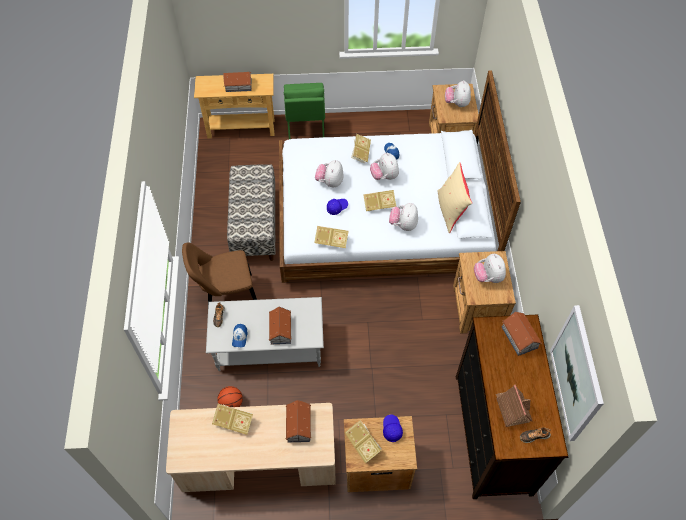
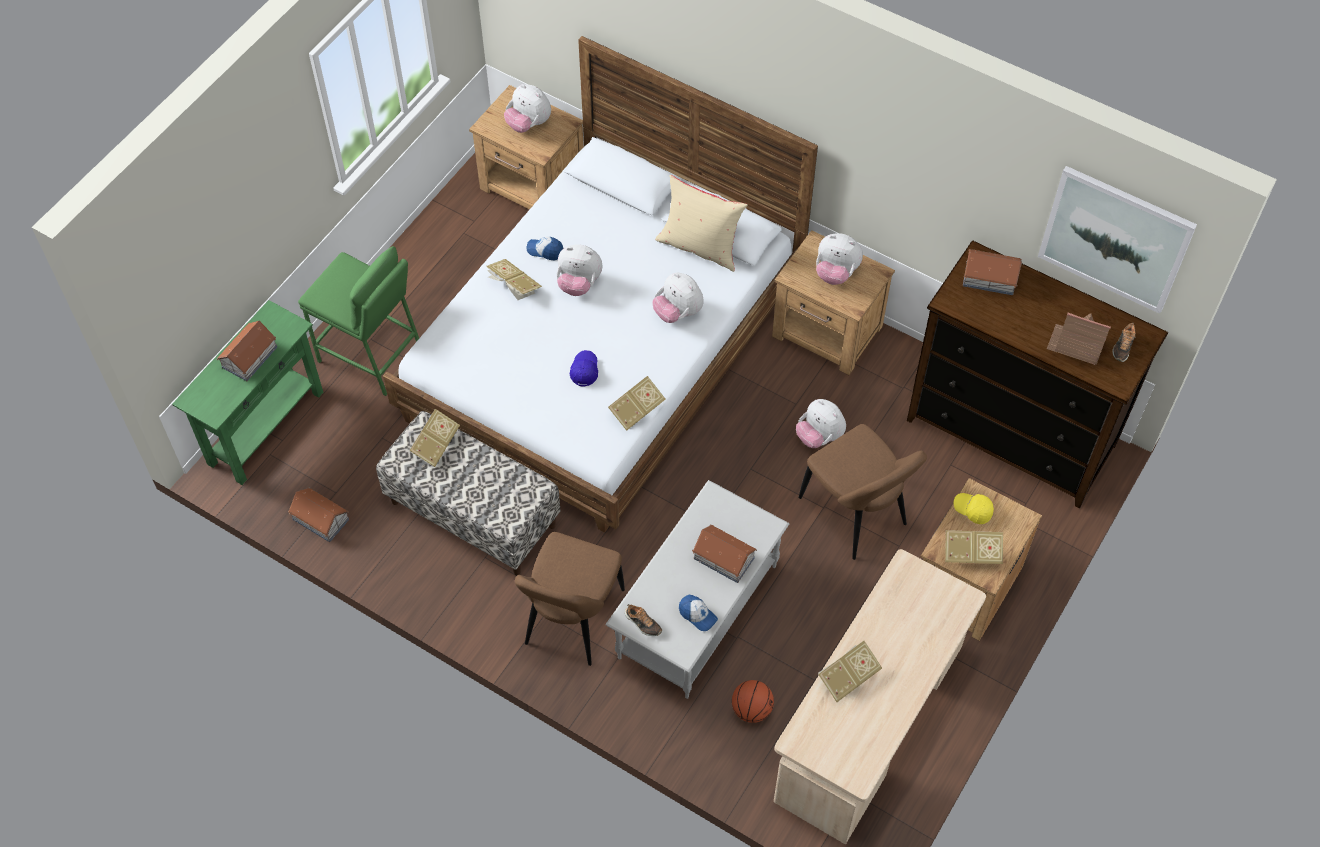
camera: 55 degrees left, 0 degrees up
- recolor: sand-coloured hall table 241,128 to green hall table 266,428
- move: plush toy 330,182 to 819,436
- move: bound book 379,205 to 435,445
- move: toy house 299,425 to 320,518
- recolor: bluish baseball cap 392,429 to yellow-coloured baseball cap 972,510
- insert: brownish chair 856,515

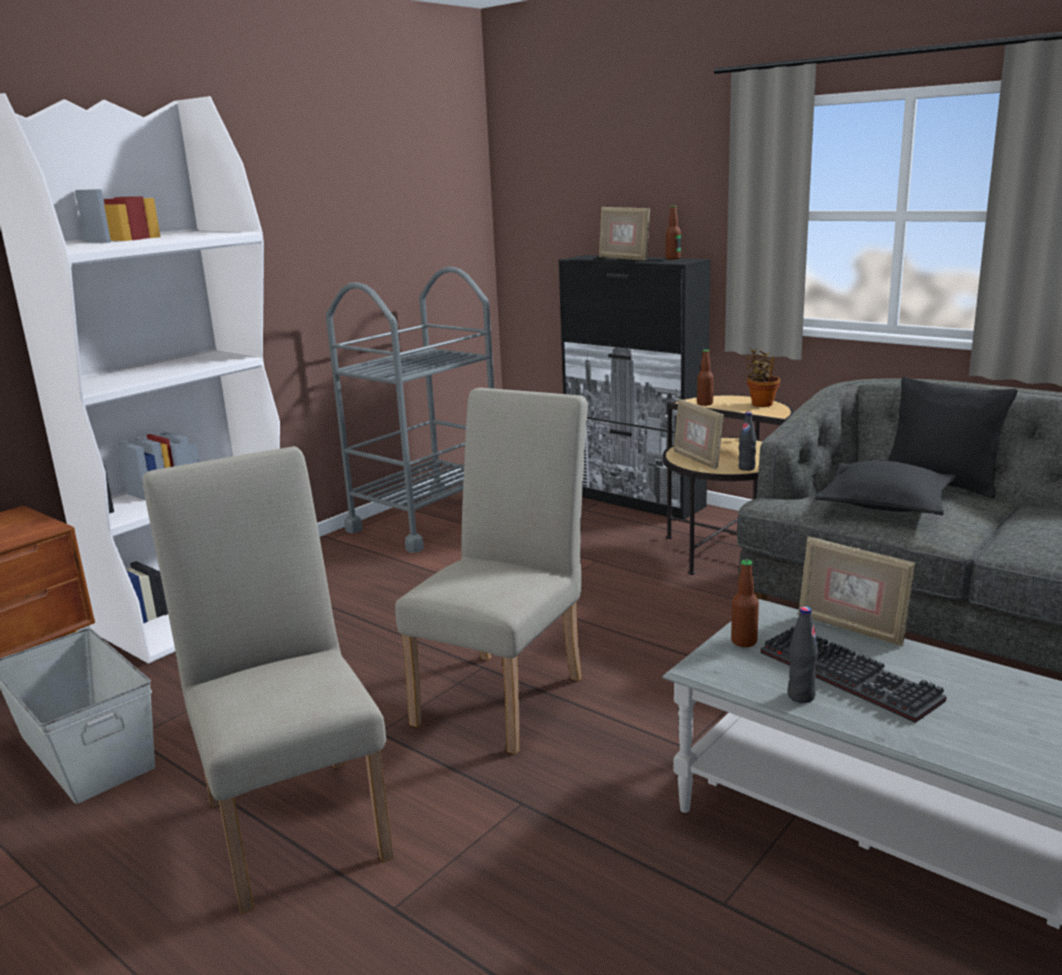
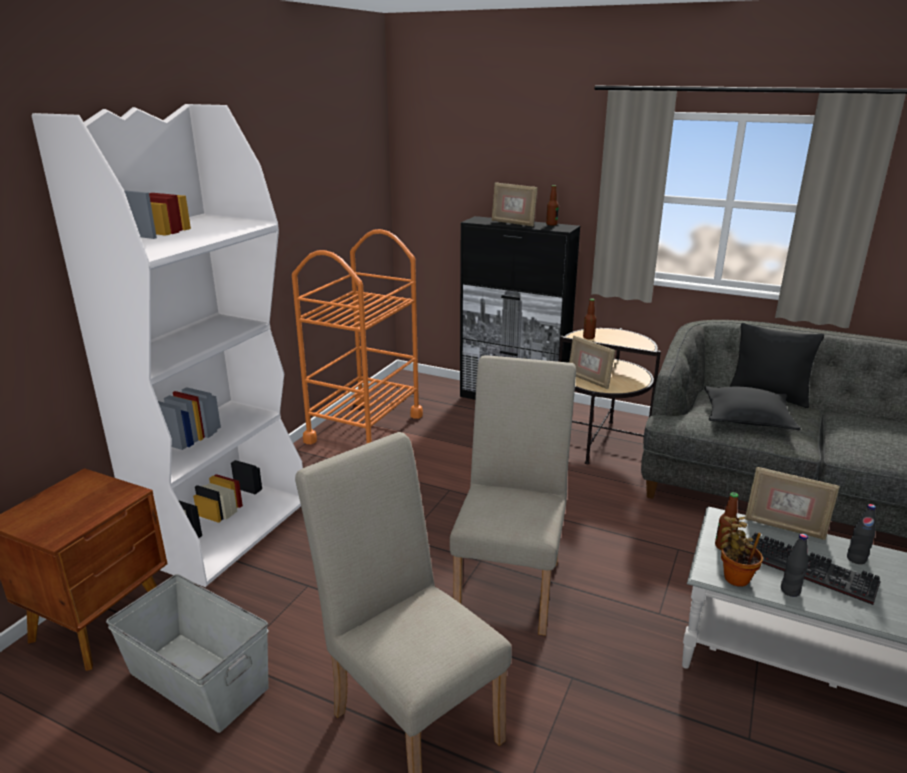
camera: 15 degrees left, 5 degrees up
- recolor: grey cart 427,521 to orangey cart 365,428
- move: houseplant 761,403 to 734,576
- move: blackish bottle 746,468 to 856,559

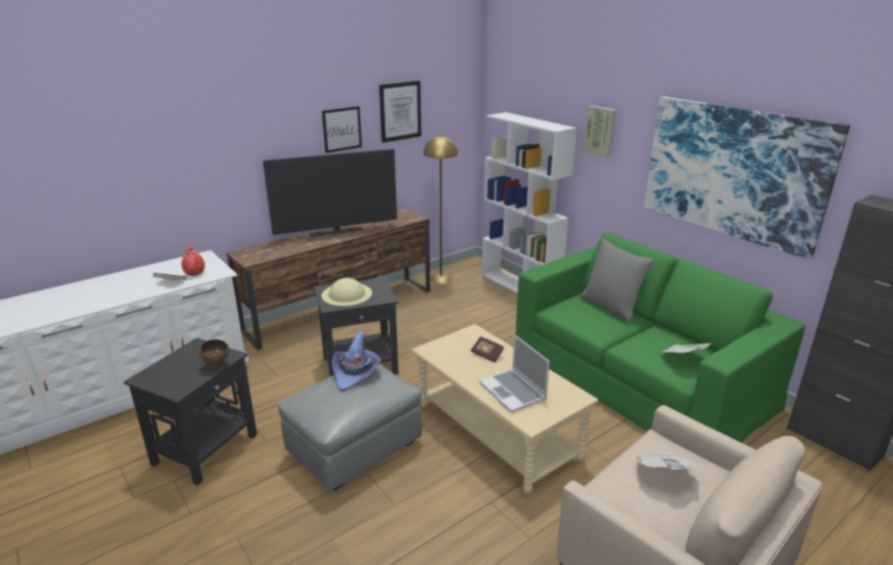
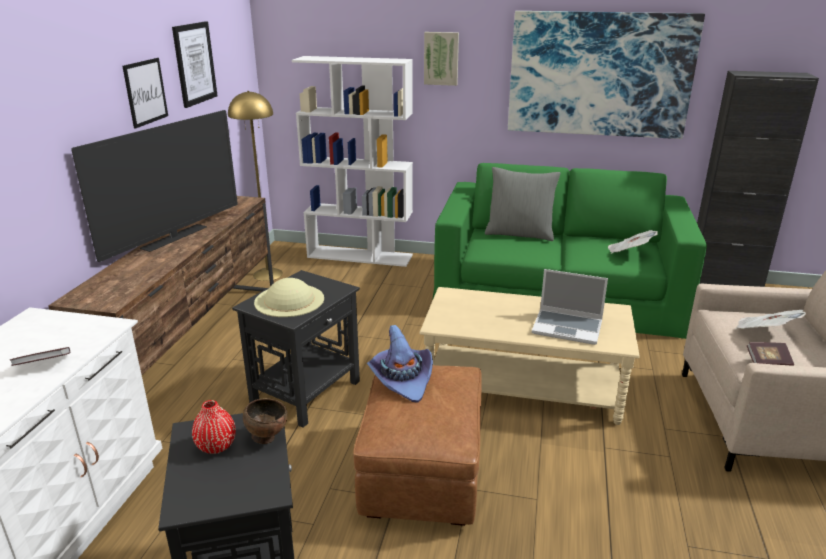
camera: 40 degrees left, 0 degrees up
- move: red-coloured flower vase 195,273 to 216,446
- move: bound book 487,354 to 768,362
- recolor: grey footrest 354,447 to brownish footrest 421,473

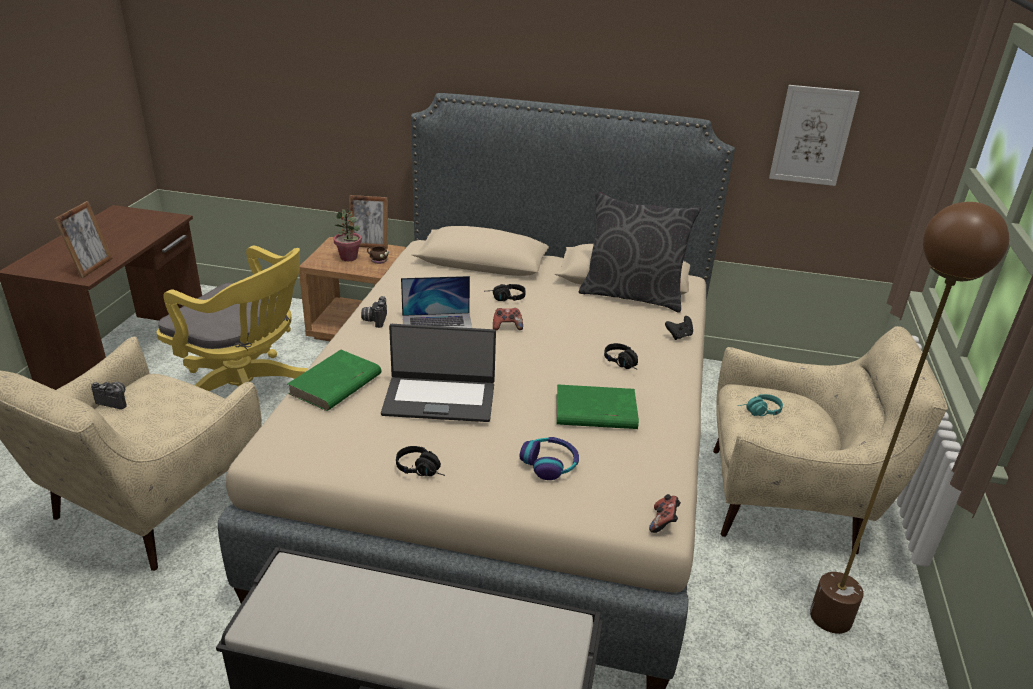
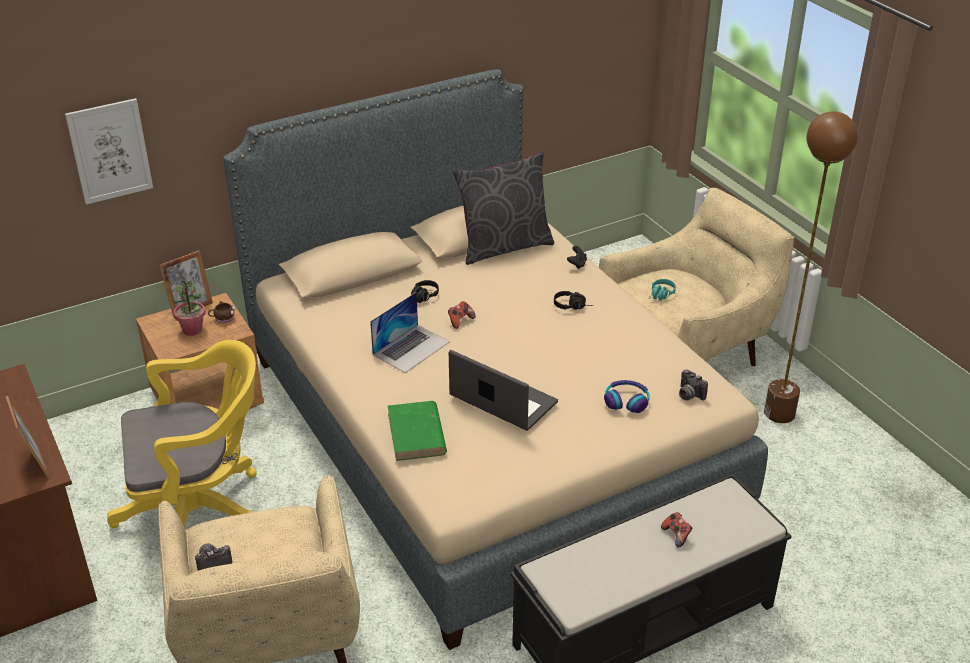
camera: 40 degrees left, 5 degrees up
- move: wall picture 812,136 to 110,151
- move: still camera 374,320 to 689,395
- rotate: notebook computer 439,398 = 502,400 105 degrees counterclockwise
- delete: green bound book 594,412
- delete: blackish headset 423,470
- move: gamepad 663,522 to 676,535

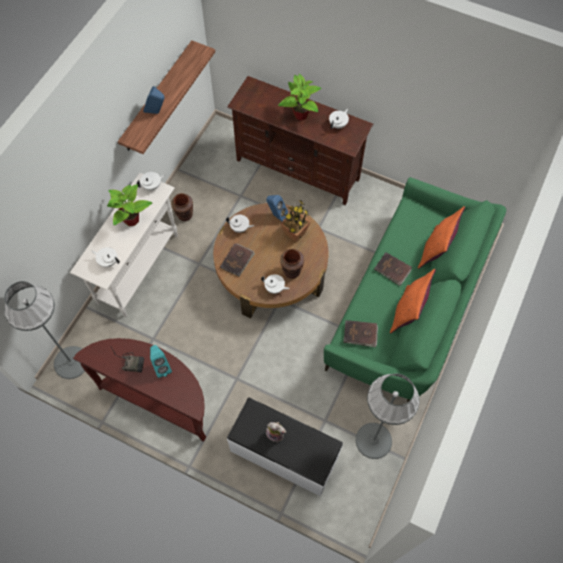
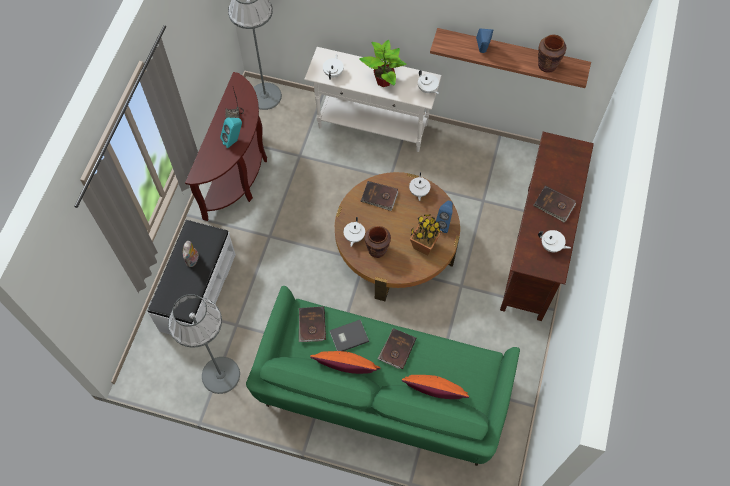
camera: 80 degrees right, 0 degrees up
- replace: houseplant 300,114 to brownish bound book 554,205
- move: brownish flower vase 184,215 to 547,65
- insert: grey bound book 348,336

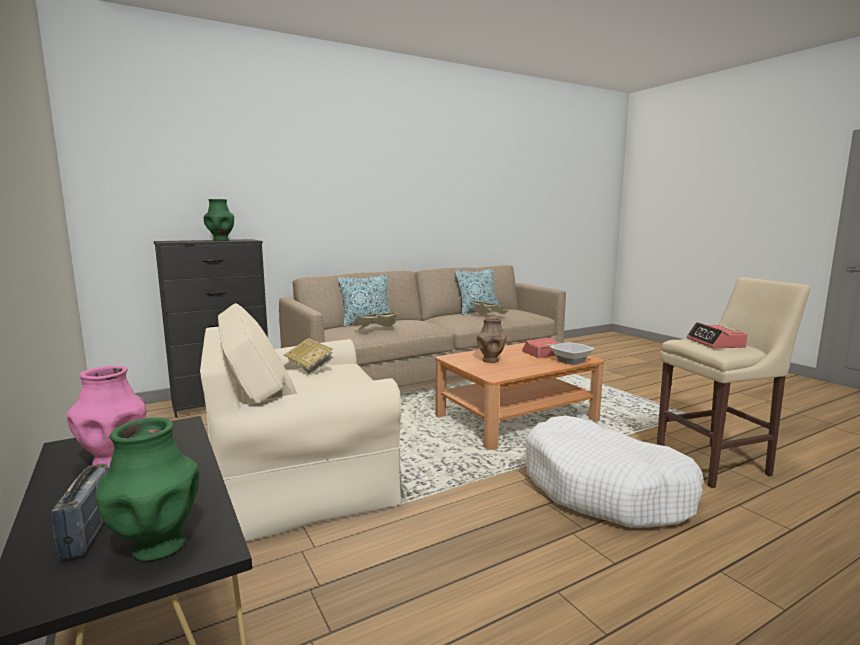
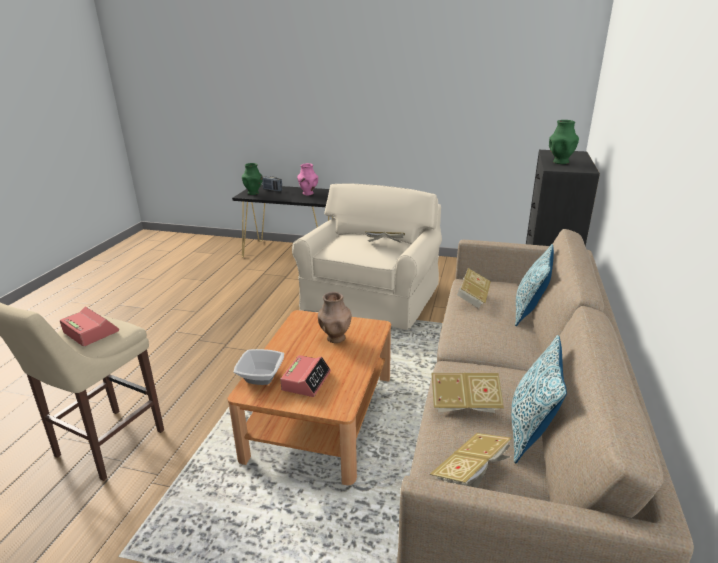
camera: 135 degrees right, 15 degrees up
- delete: white-coloured dog bed 606,489
- insert: bound book 471,475

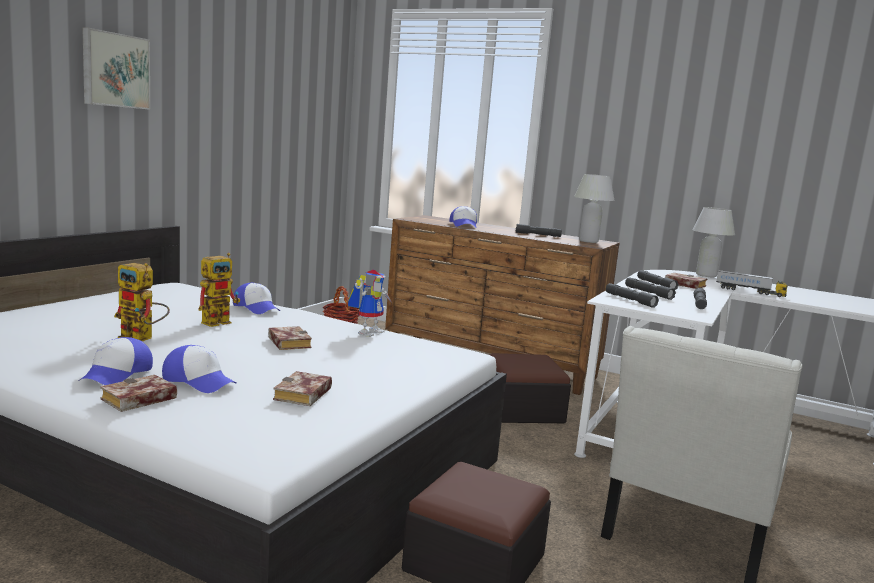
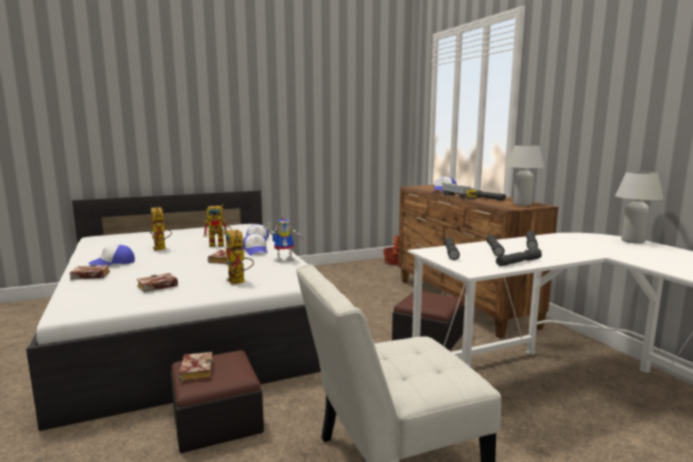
camera: 40 degrees right, 0 degrees up
- delete: wall picture 115,70
- move: toy truck 749,291 to 458,197
- move: bound book 683,285 to 195,370
- move: baseball cap 199,381 to 255,251
- insert: toy robot 239,282

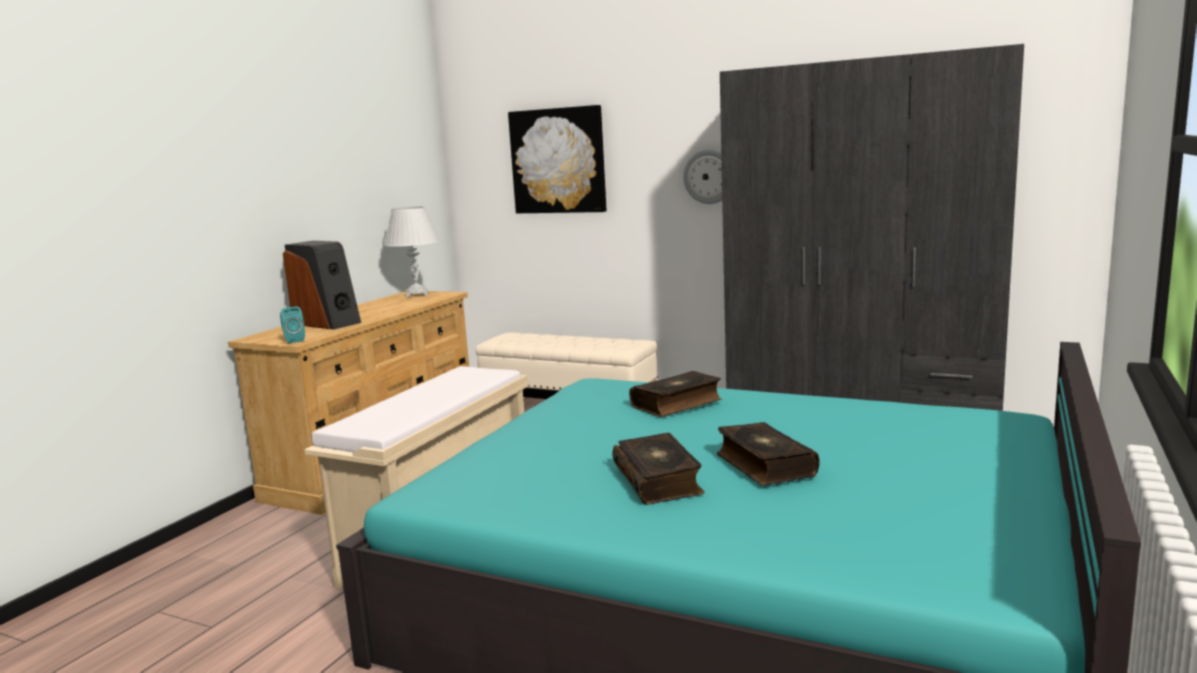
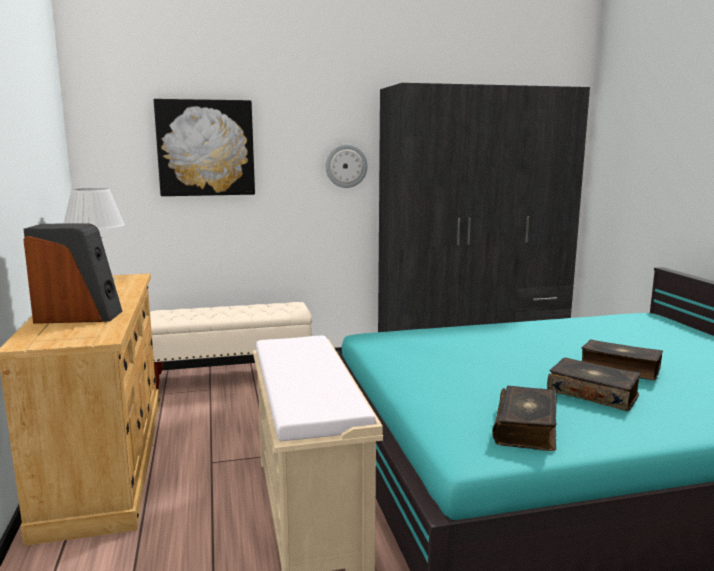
camera: 40 degrees left, 0 degrees up
- delete: turquoise loudspeaker 293,340
- move: bound book 677,404 to 527,428

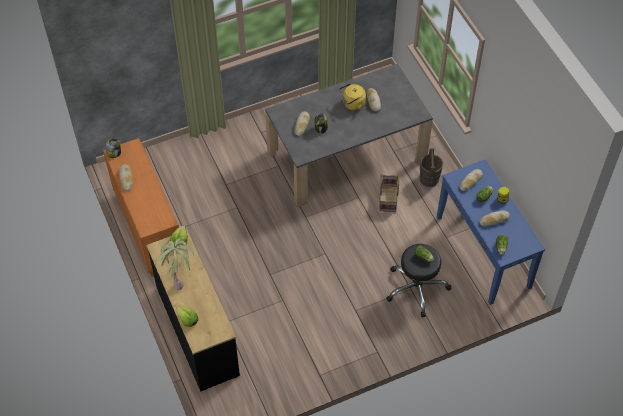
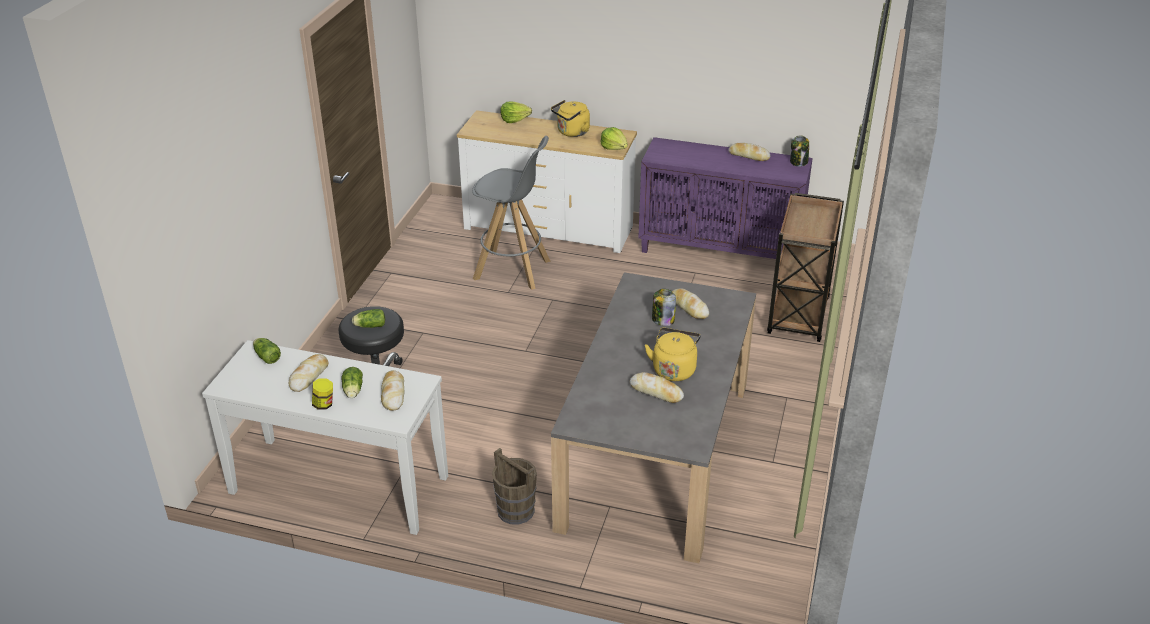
camera: 130 degrees right, 20 degrees down
- recolor: orangey storage cabinet 148,229 to purplish storage cabinet 720,251
- recolor: bluish hall table 483,251 to white-coloured hall table 338,485
- delete: household basket 388,199
- recolor: blackish drawer chest 196,331 to white-coloured drawer chest 548,228
- replace: houseplant 178,276 to yellow-coloured tea kettle 571,132
- insert: grey stool 513,270
- insert: brownish cart 798,317

